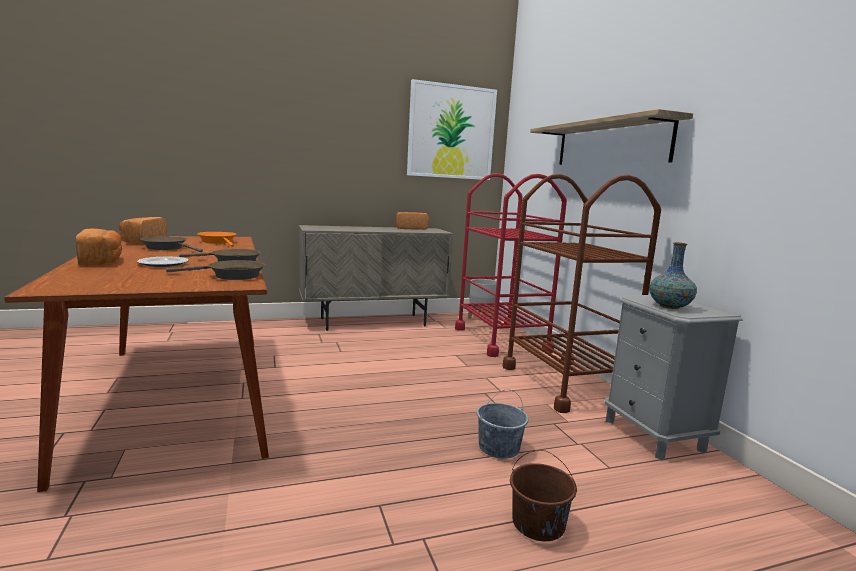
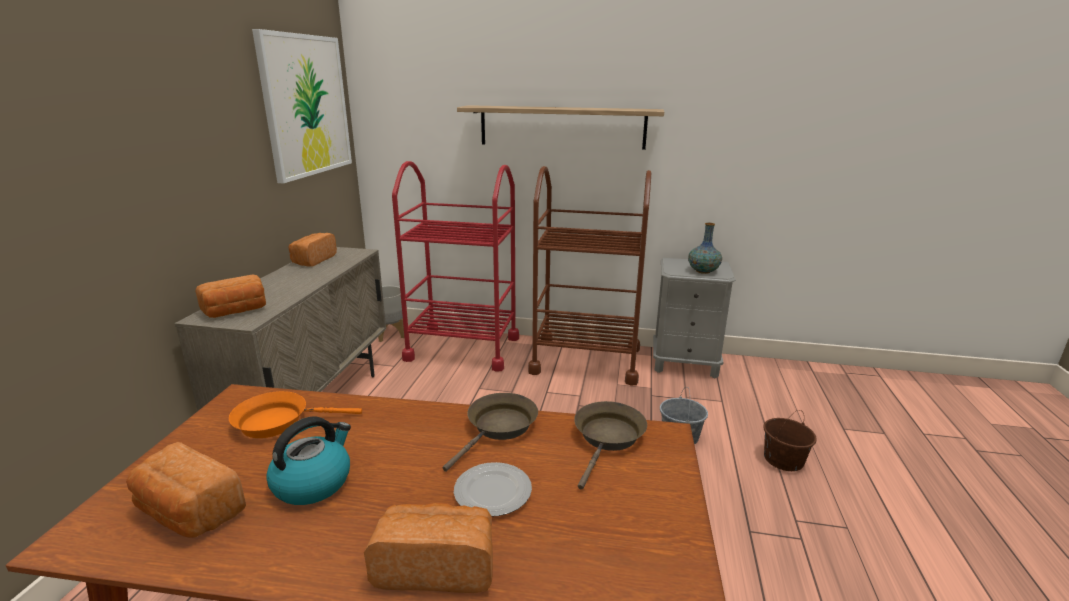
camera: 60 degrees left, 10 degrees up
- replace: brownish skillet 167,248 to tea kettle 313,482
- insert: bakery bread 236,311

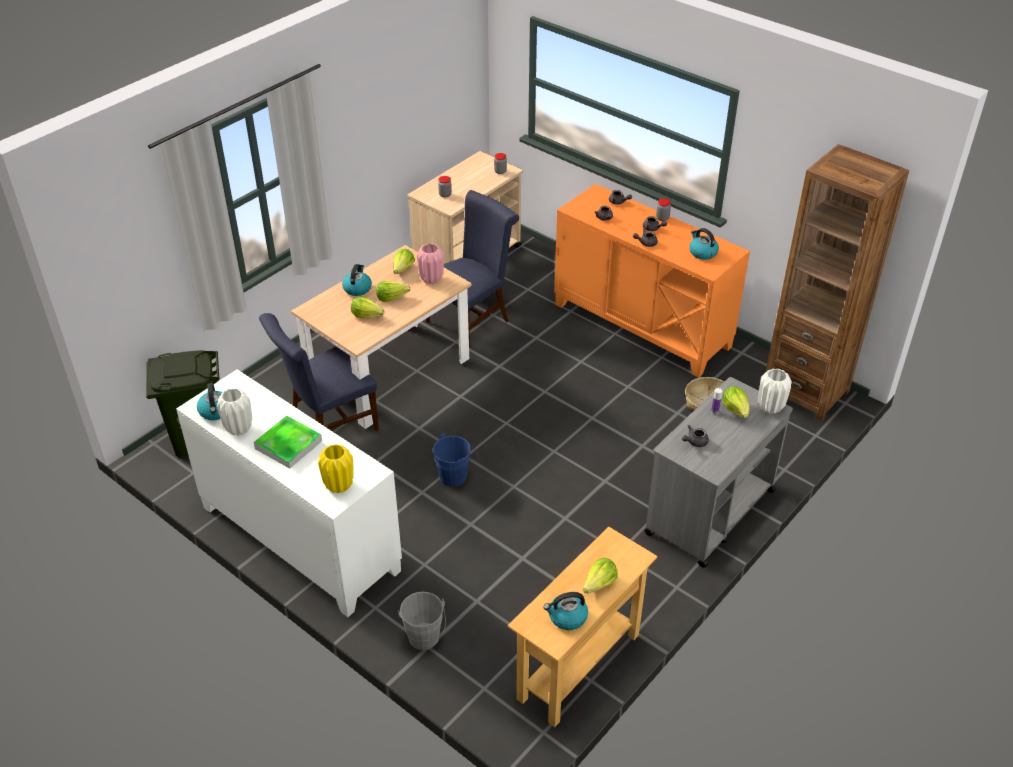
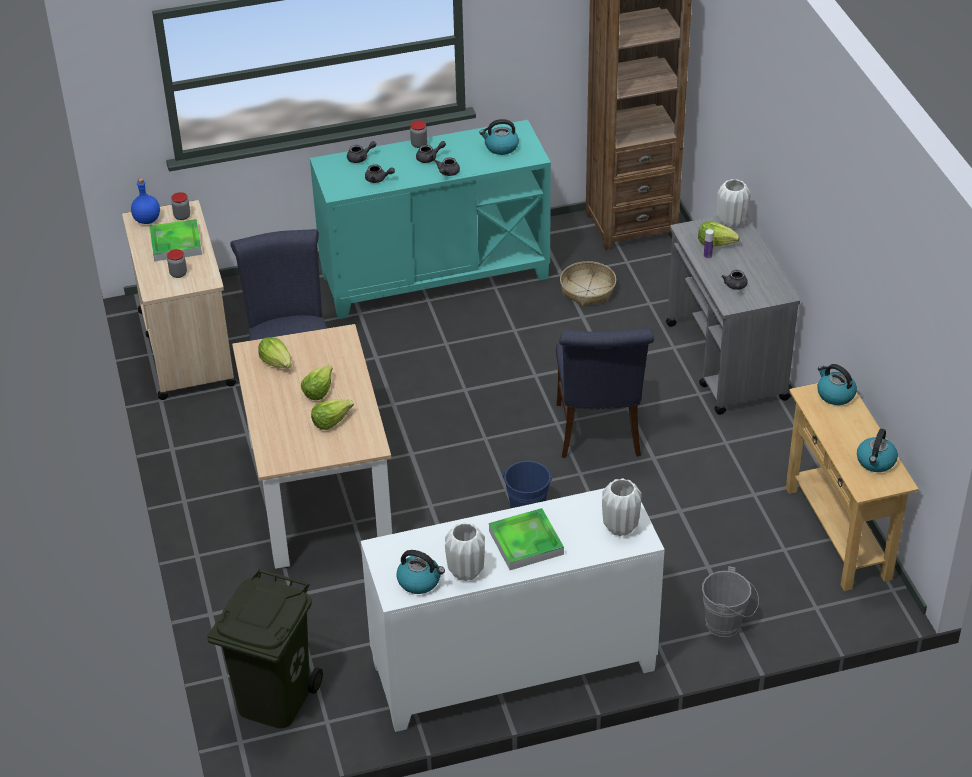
camera: 55 degrees left, 0 degrees up
- recolor: orangey storage cabinet 642,325 to turquoise storage cabinet 435,276
- delete: pinkish flower vase 431,279
- move: tea kettle 357,288 to 835,394
- move: bluish chair 328,426 to 599,434
- recolor: yellow-coloured flower vase 338,485 to white-coloured flower vase 620,527
- delete: head of lettuce 599,584
- insert: bluish bottle 147,220
- insert: carrying tray 176,243

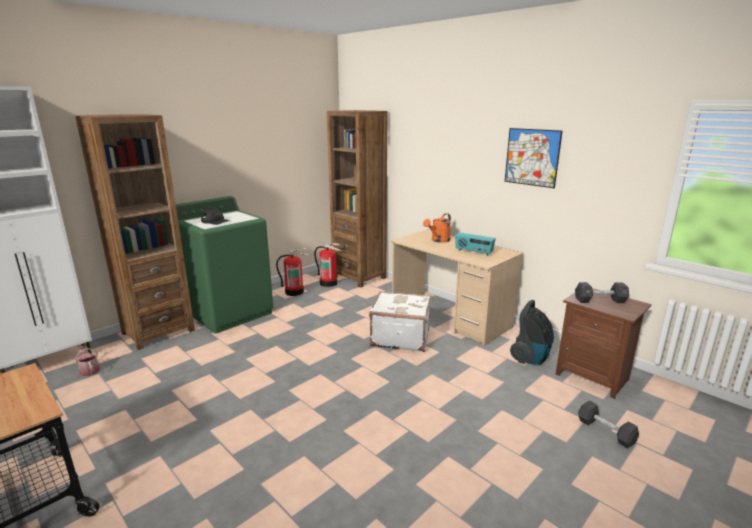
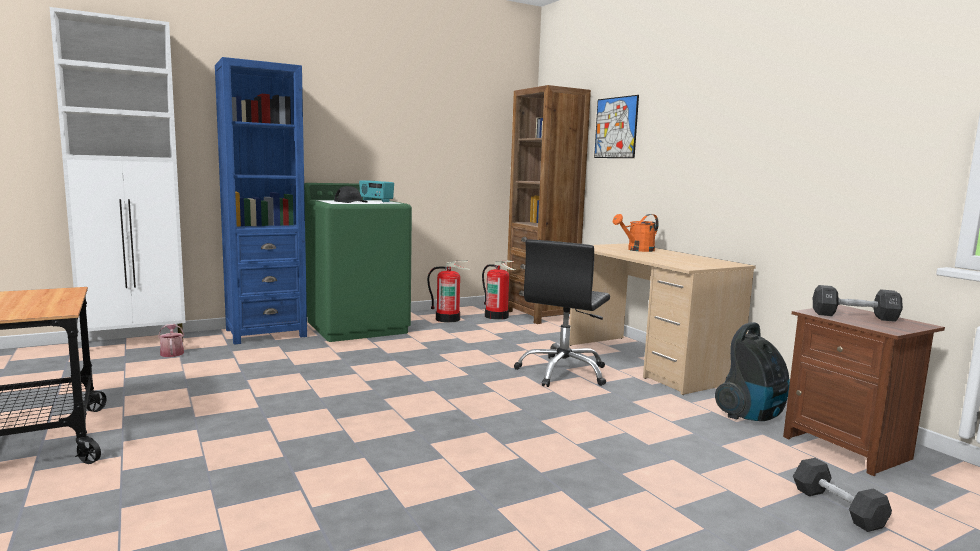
camera: 15 degrees right, 10 degrees down
- recolor: brownish bookcase 158,331 to bluish bookcase 266,333
- move: wall picture 532,157 to 616,128
- move: radio set 473,252 to 376,201
- replace: white-coloured piece of luggage 400,337 to blackish computer chair 563,372

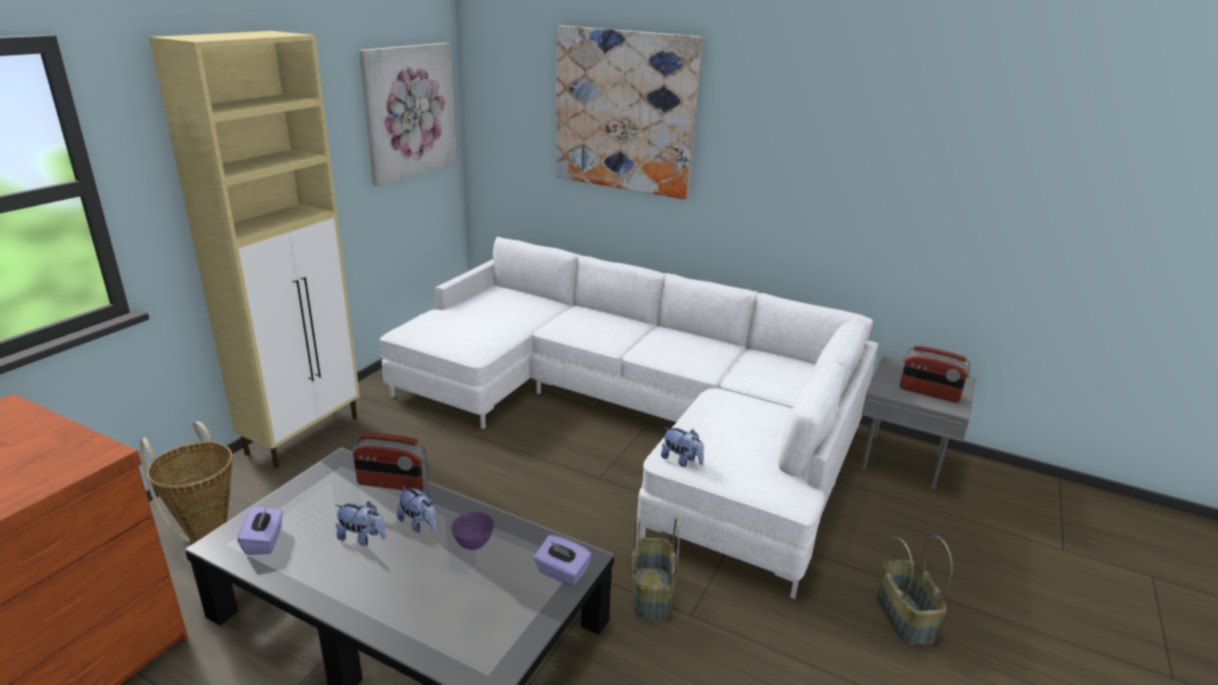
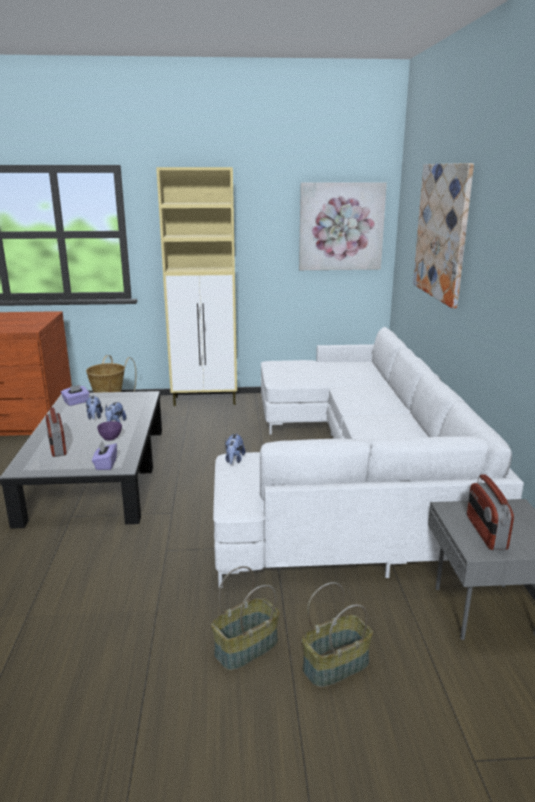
camera: 60 degrees right, 5 degrees down
- move: radio set 392,484 to 57,447
- move: household basket 650,593 to 335,665

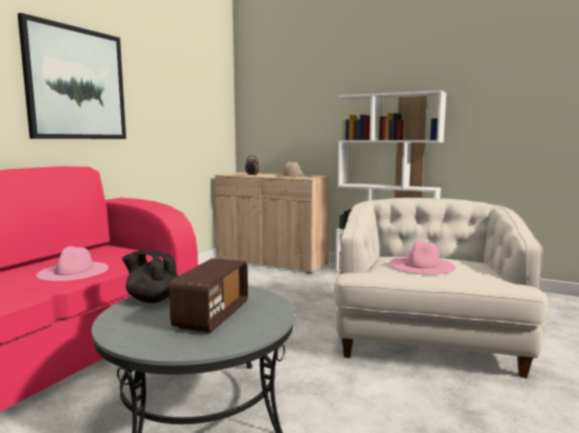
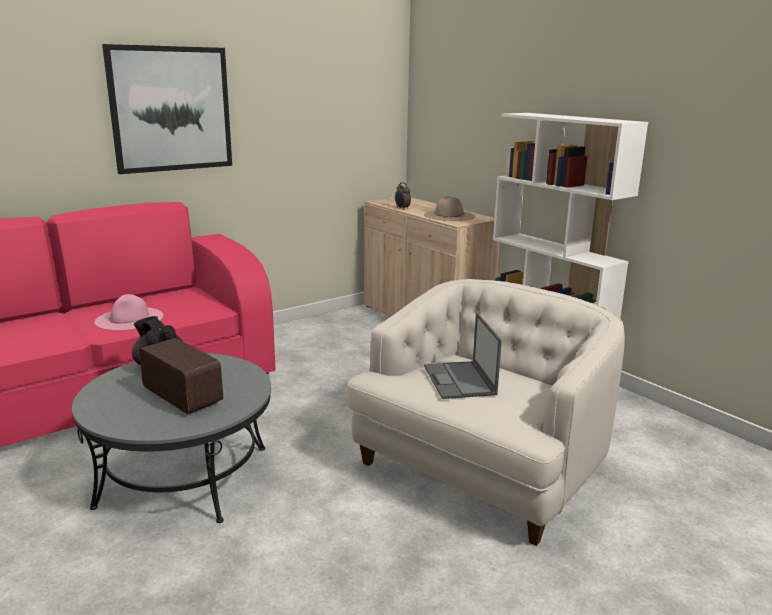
camera: 25 degrees right, 10 degrees up
- replace: pinkish wearable hat 421,265 to notebook computer 460,380
- rotate: radio set 212,316 = 182,396 90 degrees counterclockwise

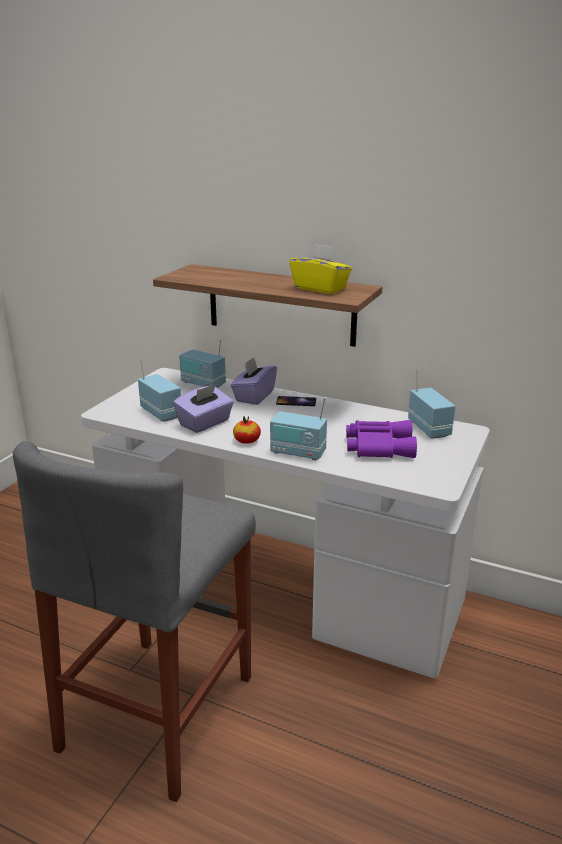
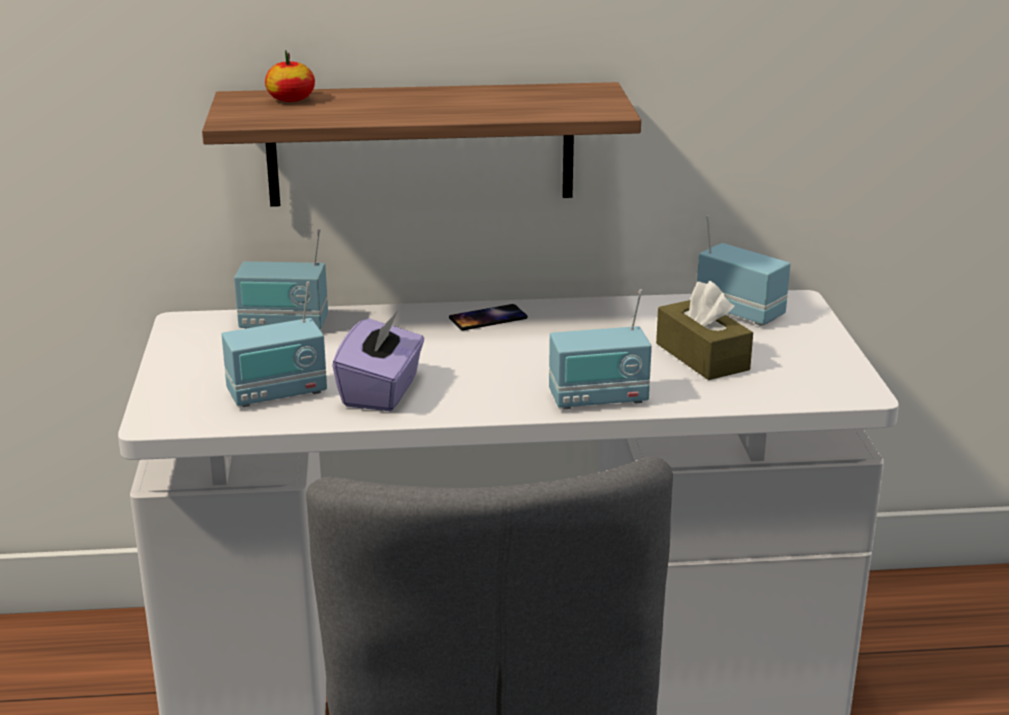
camera: 30 degrees left, 0 degrees up
- delete: yellow-coloured tissue holder 320,288
- delete: purplish tissue holder 254,396
- rotate: radio set 161,413 = 277,394 135 degrees clockwise
- move: whole apple 247,441 to 291,99
- replace: purplish field glasses 378,446 to brownish tissue holder 702,357

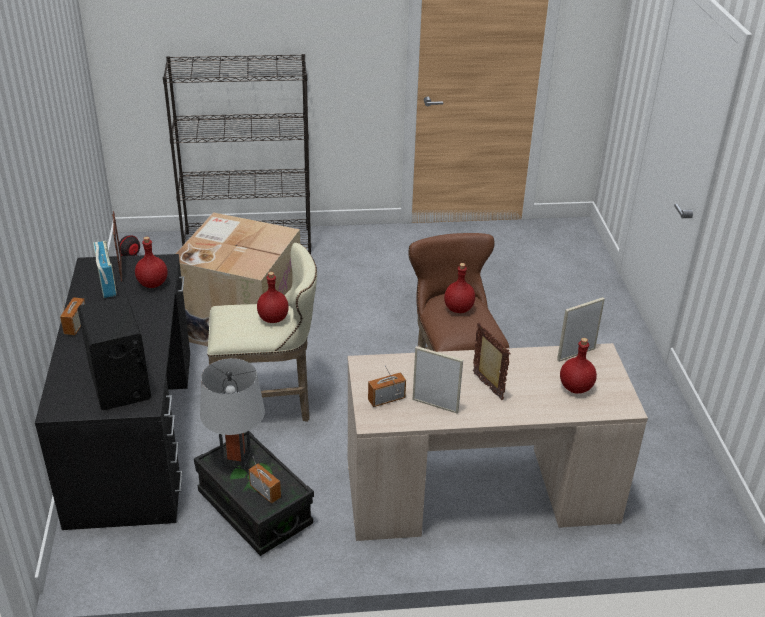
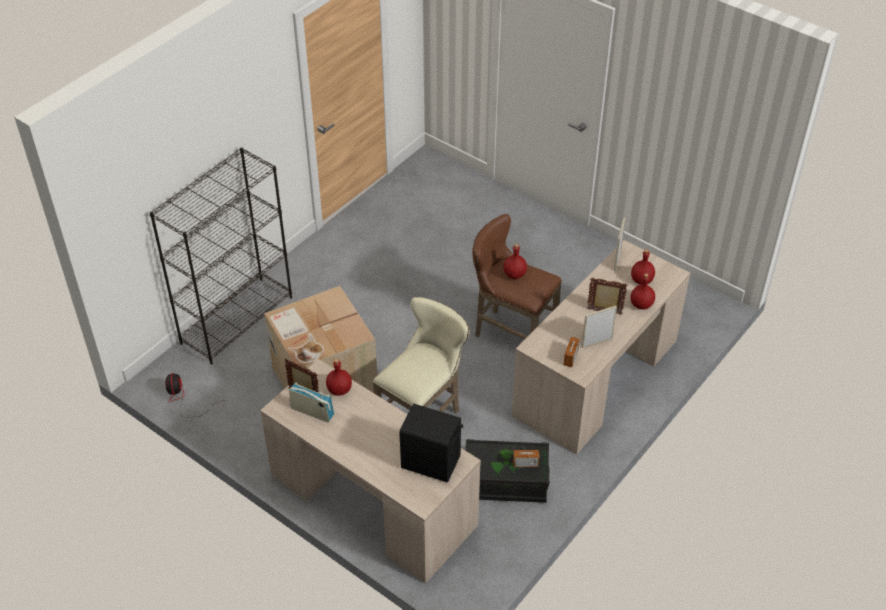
camera: 45 degrees left, 10 degrees up
- recolor: blackish desk 133,432 to sand-coloured desk 373,499
- move: red-coloured bottle 273,318 to 641,304
- delete: radio set 76,325
- delete: grey table lamp 236,458

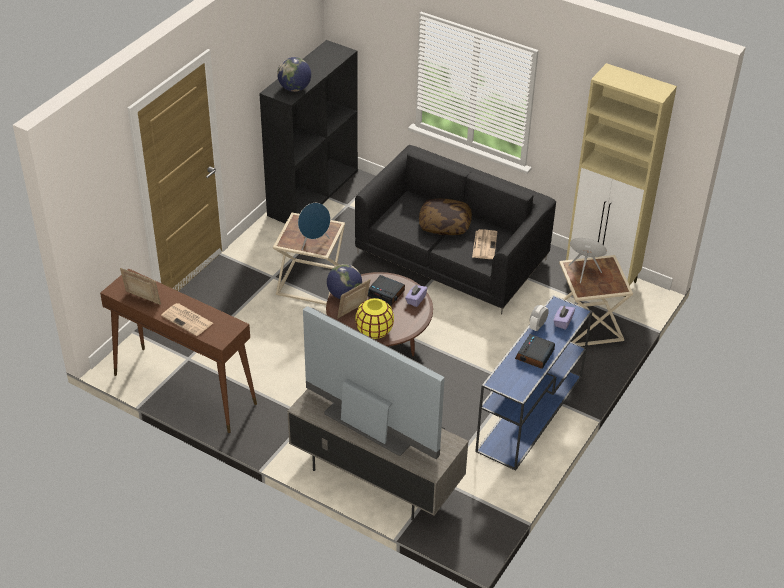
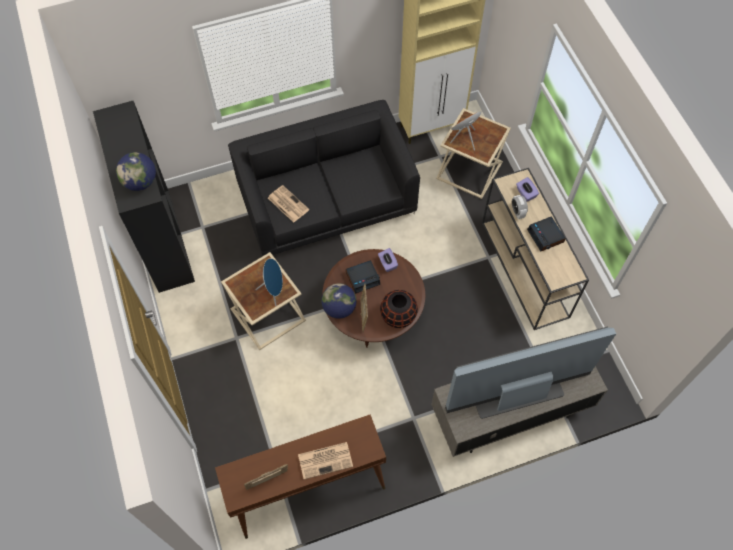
camera: 50 degrees left, 20 degrees up
- delete: throw pillow 445,224
- move: newspaper 484,244 to 287,204
- recolor: bluish hall table 529,414 to sand-coloured hall table 525,270
- recolor: yellow-coloured flower vase 374,331 to blackish flower vase 398,316

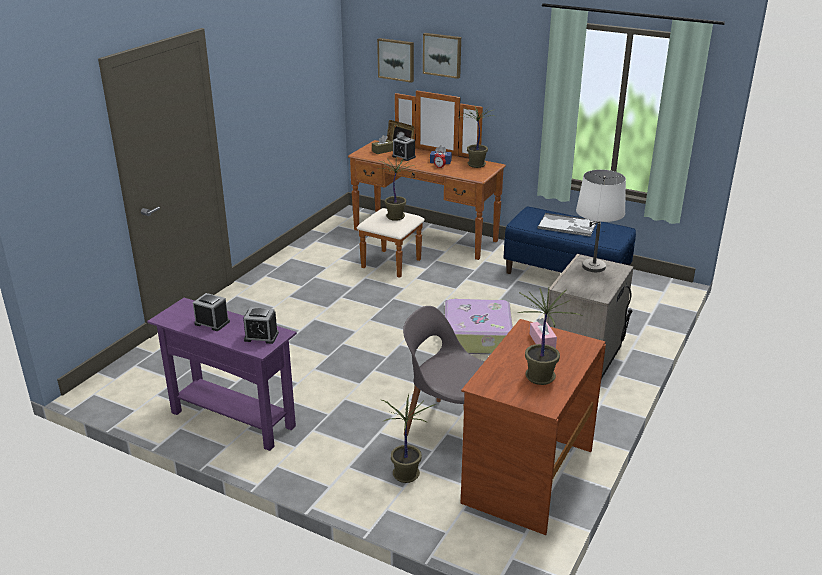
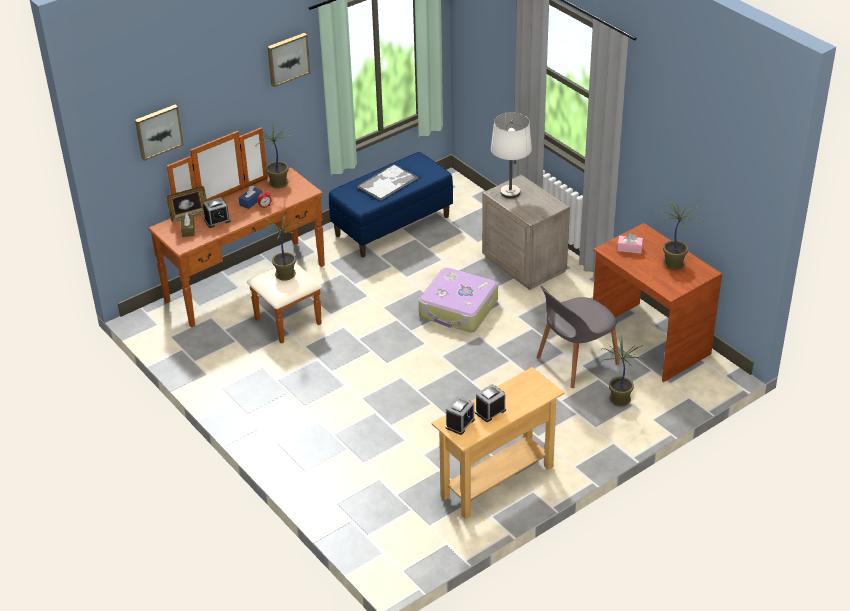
camera: 65 degrees left, 10 degrees up
- move: wall picture 442,55 to 287,59
- recolor: purplish hall table 232,419 to sand-coloured hall table 497,481
- move: bedside clock 261,336 to 460,423

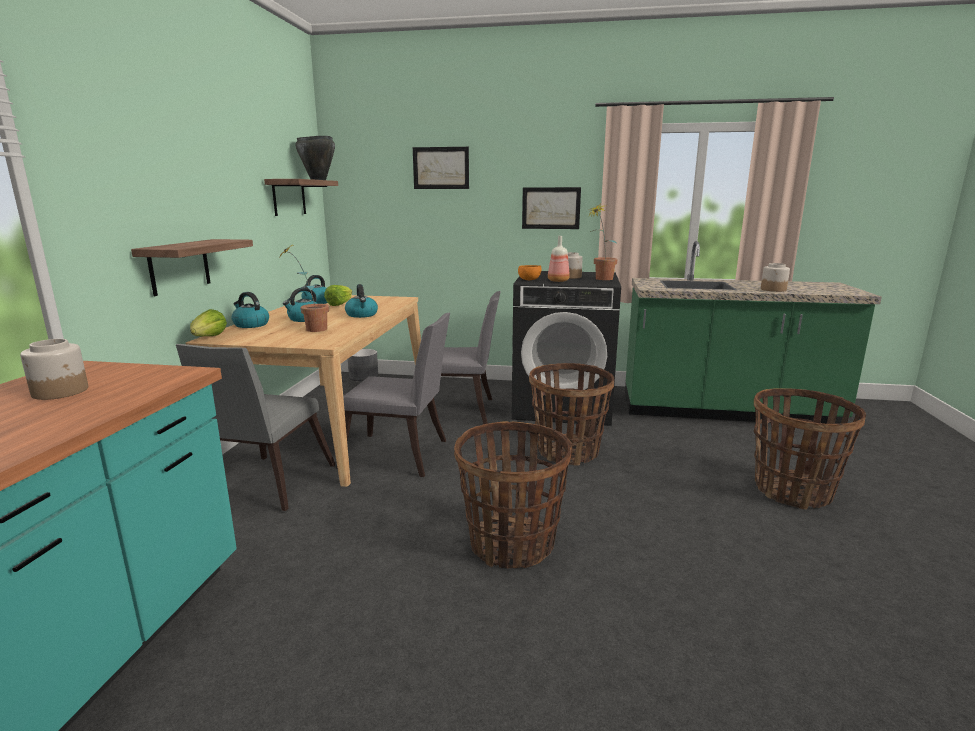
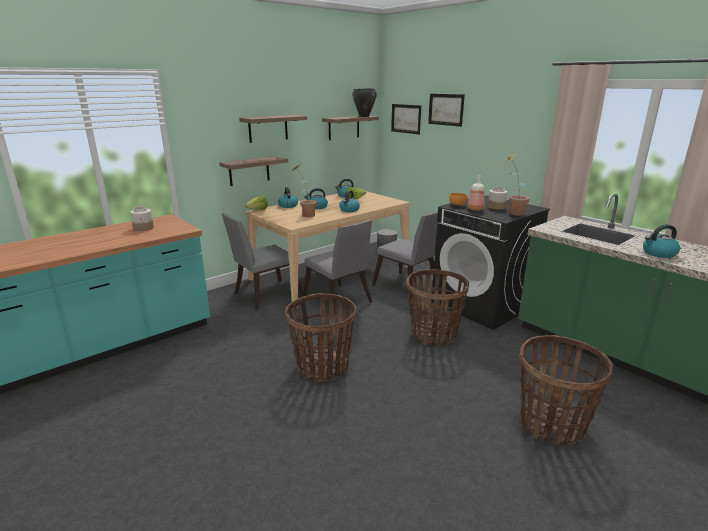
camera: 40 degrees right, 5 degrees up
- move: wall picture 551,208 to 406,118
- replace: storage jar 773,289 to tea kettle 658,253
- insert: wall shelf 268,128

